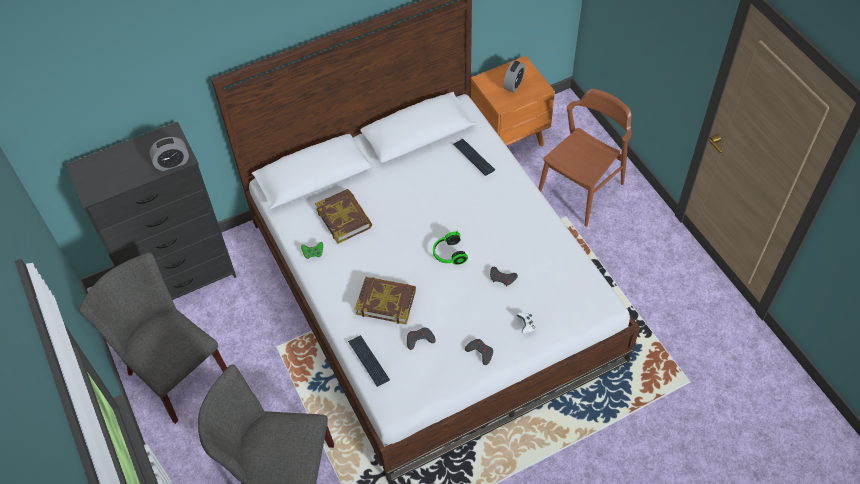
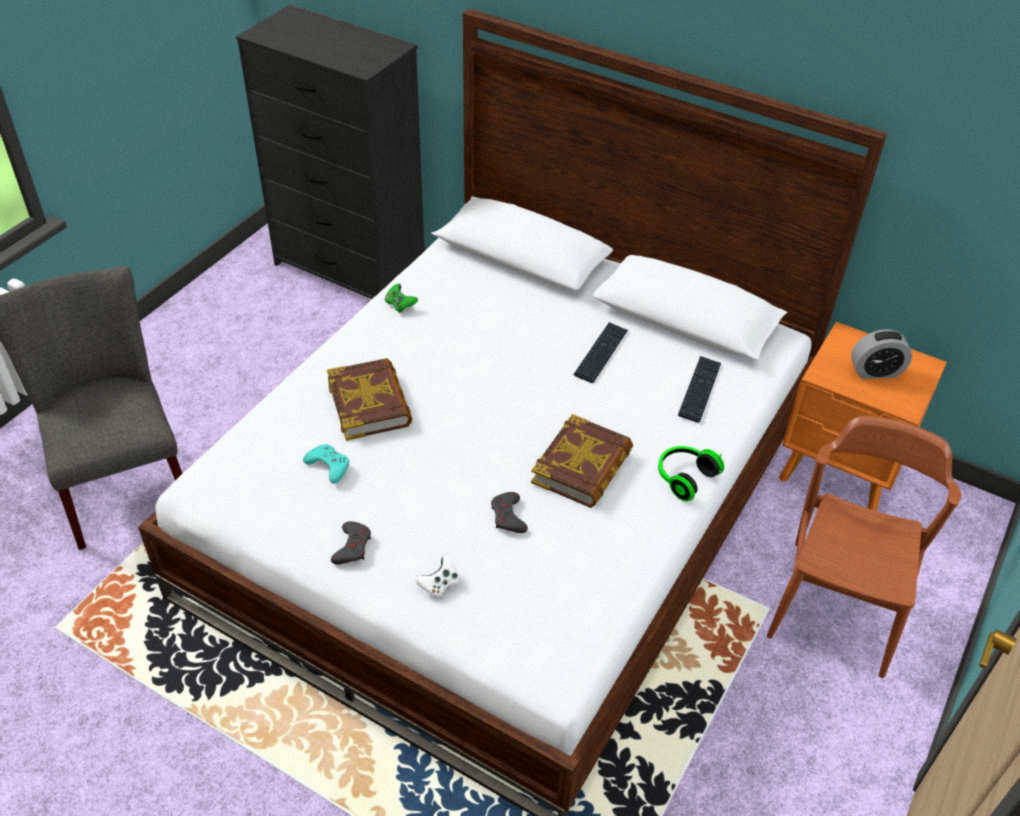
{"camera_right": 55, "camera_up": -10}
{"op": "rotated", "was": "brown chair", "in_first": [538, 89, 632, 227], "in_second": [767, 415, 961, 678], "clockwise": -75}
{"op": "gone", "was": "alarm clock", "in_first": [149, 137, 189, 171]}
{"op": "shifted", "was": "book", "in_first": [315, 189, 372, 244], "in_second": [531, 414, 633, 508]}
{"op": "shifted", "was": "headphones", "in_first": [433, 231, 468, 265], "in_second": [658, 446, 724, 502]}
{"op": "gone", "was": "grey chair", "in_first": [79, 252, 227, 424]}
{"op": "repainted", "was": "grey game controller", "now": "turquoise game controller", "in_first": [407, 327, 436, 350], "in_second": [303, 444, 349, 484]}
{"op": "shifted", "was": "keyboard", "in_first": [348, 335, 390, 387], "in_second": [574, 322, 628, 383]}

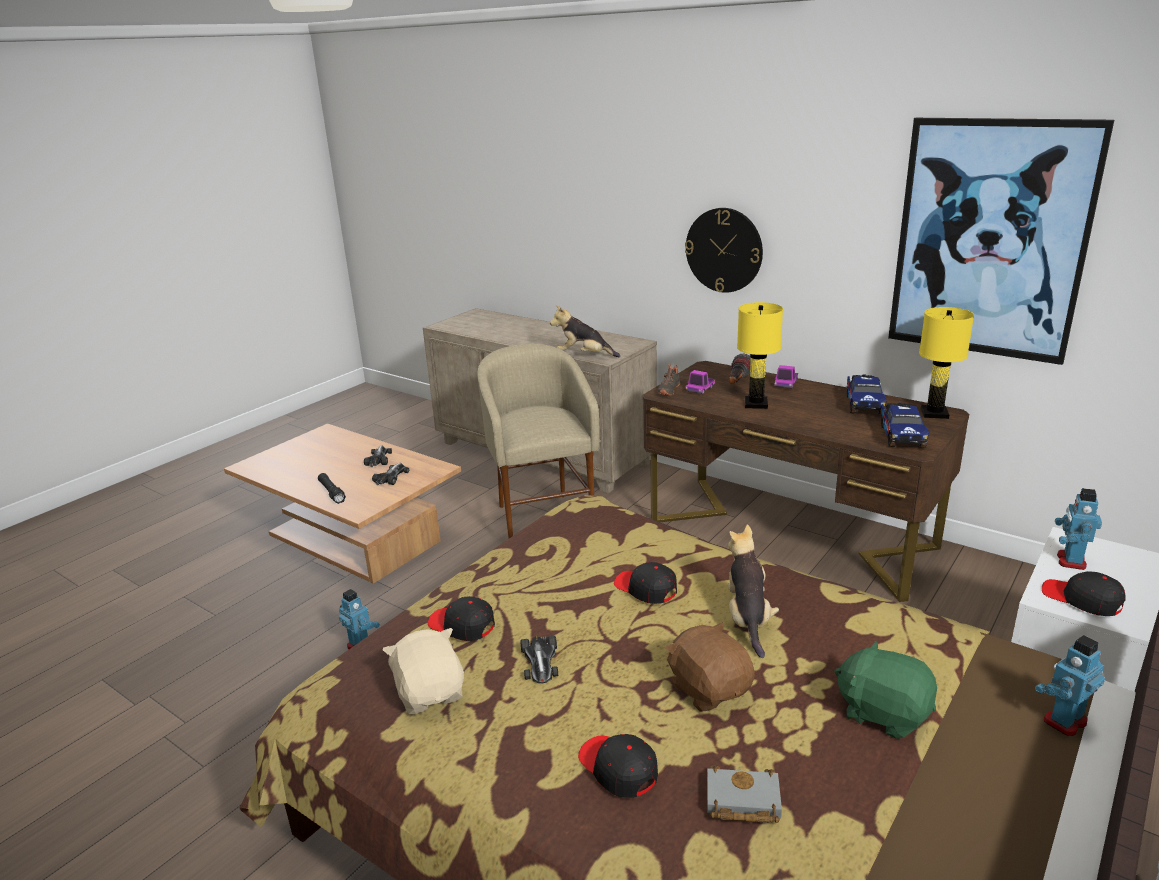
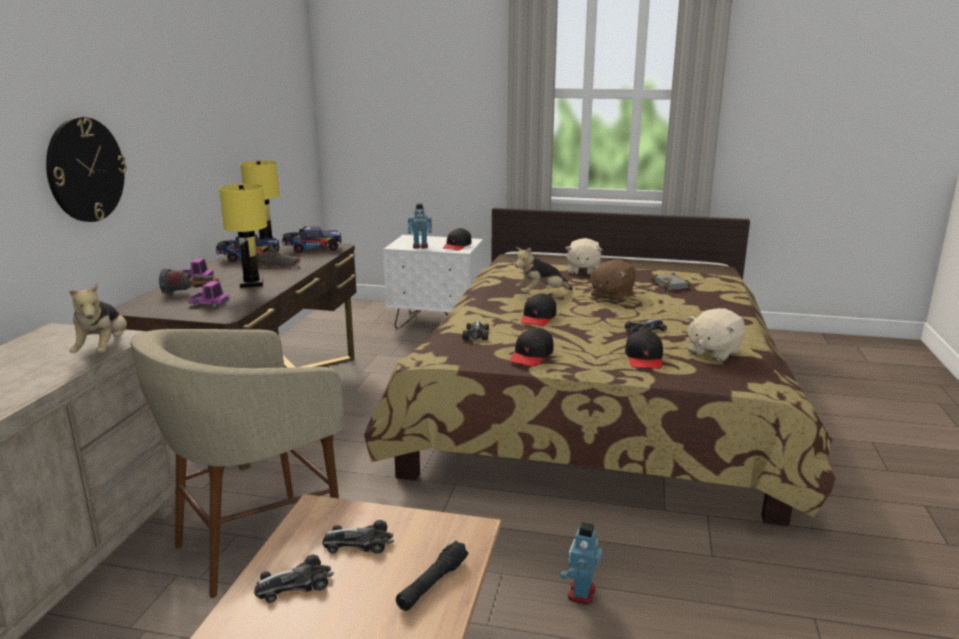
{"camera_right": -115, "camera_up": -5}
{"op": "gone", "was": "picture", "in_first": [888, 118, 1114, 365]}
{"op": "shifted", "was": "black shoe", "in_first": [657, 364, 680, 395], "in_second": [256, 243, 300, 268]}
{"op": "gone", "was": "toy robot", "in_first": [1035, 635, 1105, 736]}
{"op": "repainted", "was": "green plush toy", "now": "beige plush toy", "in_first": [835, 640, 937, 739], "in_second": [565, 238, 602, 275]}
{"op": "shifted", "was": "black cap", "in_first": [578, 734, 658, 798], "in_second": [510, 327, 553, 367]}
{"op": "new", "now": "toy car", "in_second": [463, 320, 489, 341]}

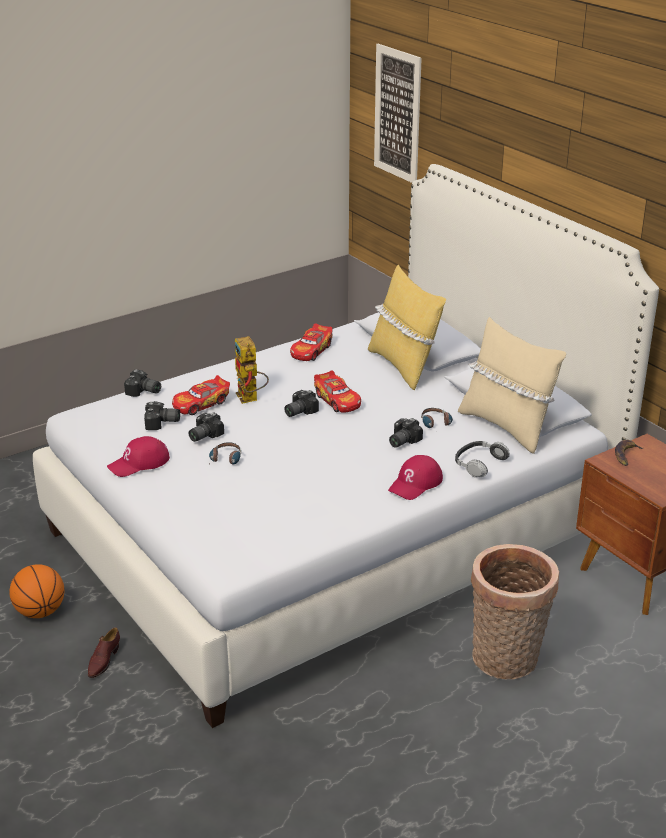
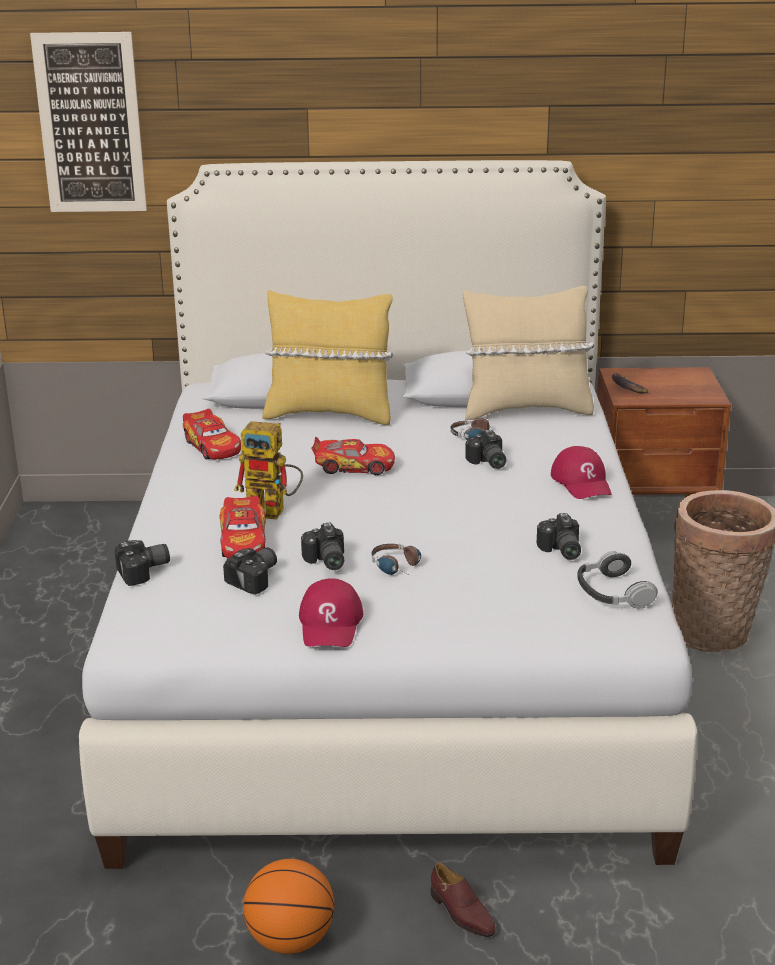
{"camera_right": -55, "camera_up": -5}
{"op": "shifted", "was": "photo camera", "in_first": [284, 390, 319, 417], "in_second": [537, 513, 581, 560]}
{"op": "shifted", "was": "headphones", "in_first": [455, 441, 510, 478], "in_second": [577, 551, 658, 609]}

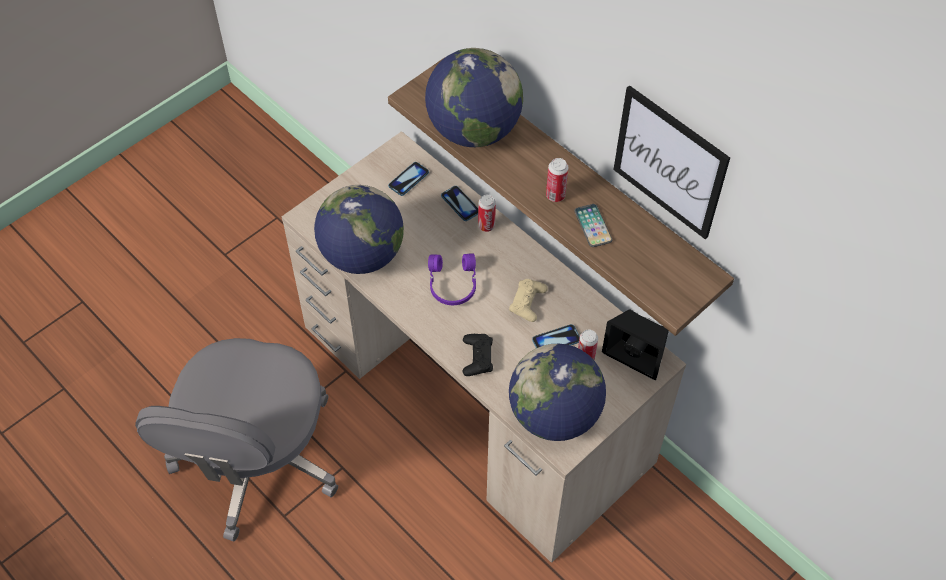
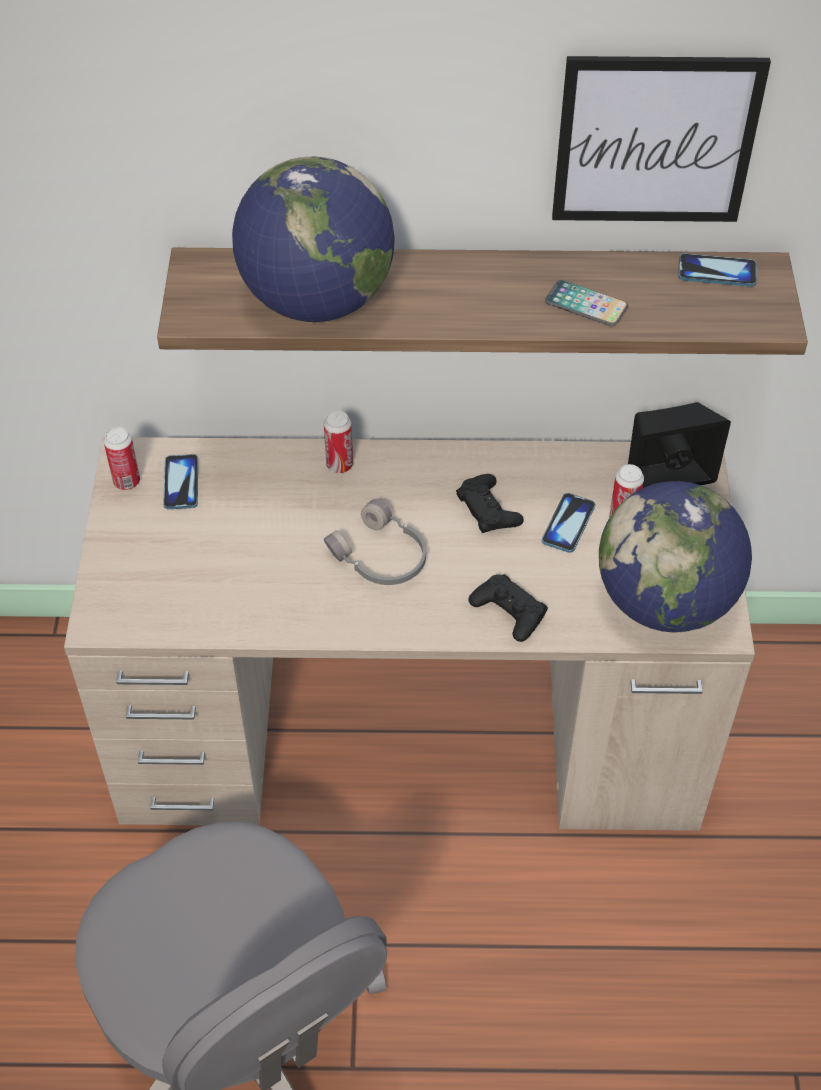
{"camera_right": -45, "camera_up": -5}
{"op": "shifted", "was": "can", "in_first": [546, 158, 568, 202], "in_second": [104, 427, 140, 490]}
{"op": "gone", "was": "globe", "in_first": [314, 185, 404, 274]}
{"op": "shifted", "was": "phone", "in_first": [441, 186, 478, 221], "in_second": [678, 253, 757, 287]}
{"op": "repainted", "was": "purple headphones", "now": "grey headphones", "in_first": [428, 253, 476, 305], "in_second": [324, 499, 426, 585]}
{"op": "repainted", "was": "beige game controller", "now": "black game controller", "in_first": [509, 279, 548, 322], "in_second": [456, 474, 524, 533]}

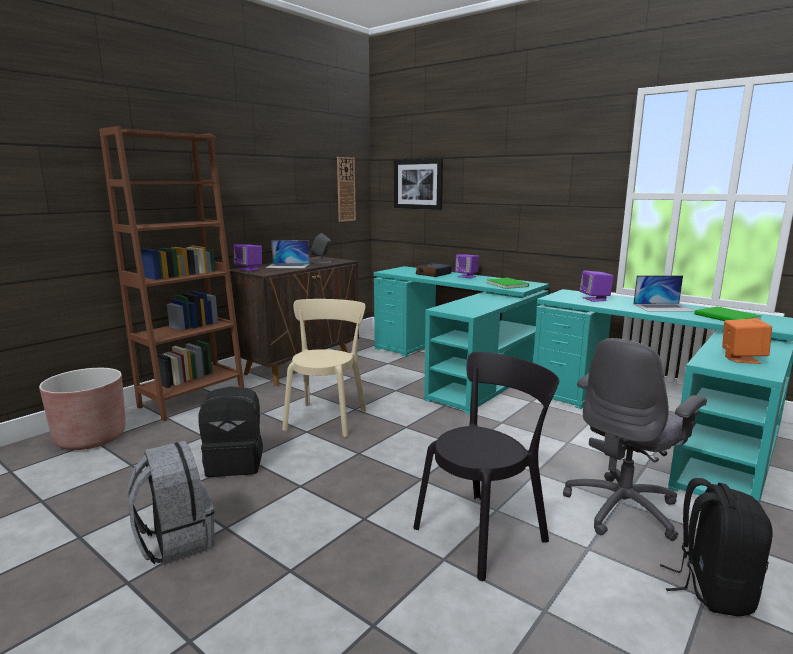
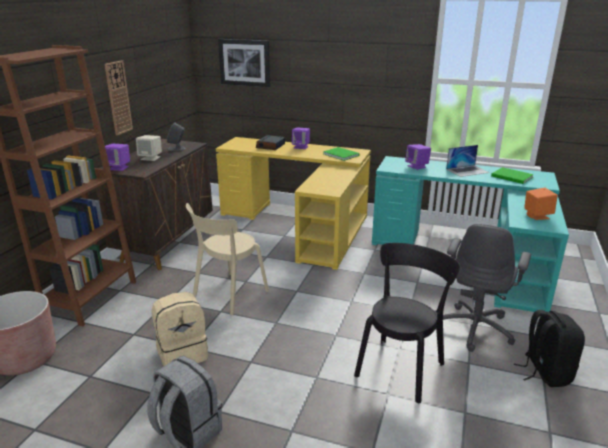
{"camera_right": -20, "camera_up": 10}
{"op": "shifted", "was": "wall clock", "in_first": [337, 157, 356, 222], "in_second": [104, 60, 133, 135]}
{"op": "swapped", "was": "laptop", "now": "beige speaker", "in_first": [266, 240, 310, 268], "in_second": [136, 135, 162, 161]}
{"op": "repainted", "was": "turquoise desk", "now": "yellow desk", "in_first": [374, 266, 549, 414], "in_second": [216, 137, 371, 270]}
{"op": "rotated", "was": "beige chair", "in_first": [282, 299, 366, 437], "in_second": [186, 203, 269, 315], "clockwise": -135}
{"op": "repainted", "was": "black backpack", "now": "beige backpack", "in_first": [198, 386, 263, 477], "in_second": [151, 292, 208, 366]}

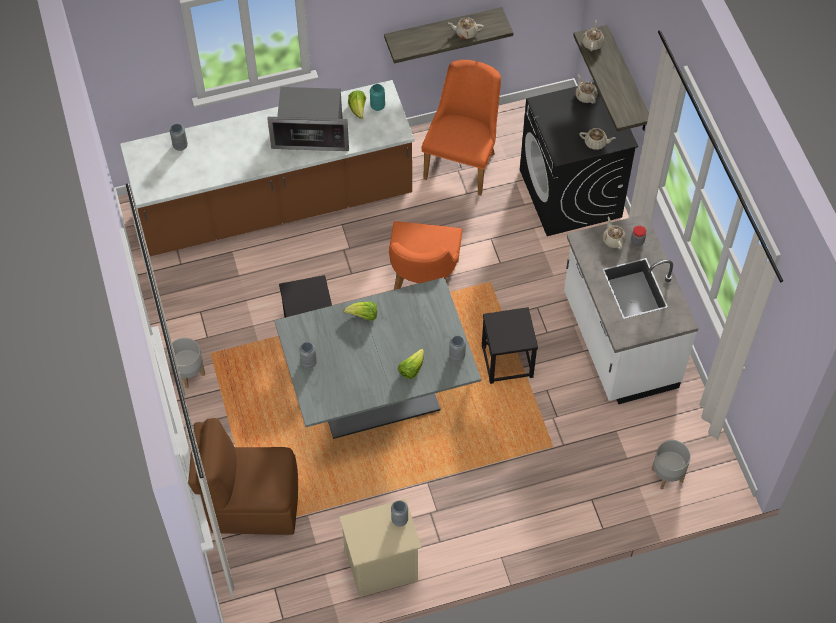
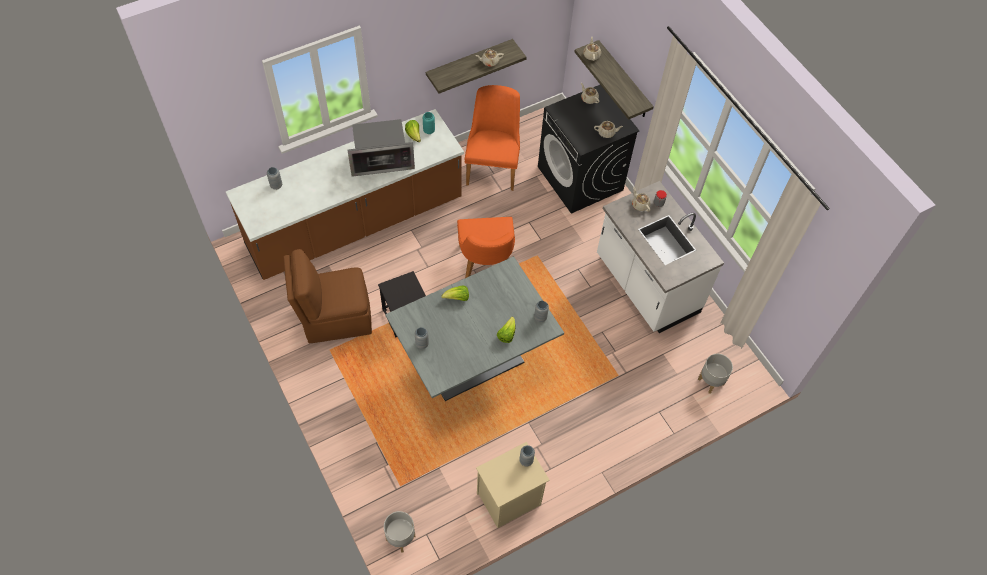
{"camera_right": -15, "camera_up": 0}
{"op": "gone", "was": "black stool", "in_first": [482, 307, 538, 384]}
{"op": "shifted", "was": "grey planter", "in_first": [167, 338, 205, 388], "in_second": [384, 511, 416, 553]}
{"op": "shifted", "was": "brown chair", "in_first": [188, 418, 298, 535], "in_second": [284, 249, 372, 343]}

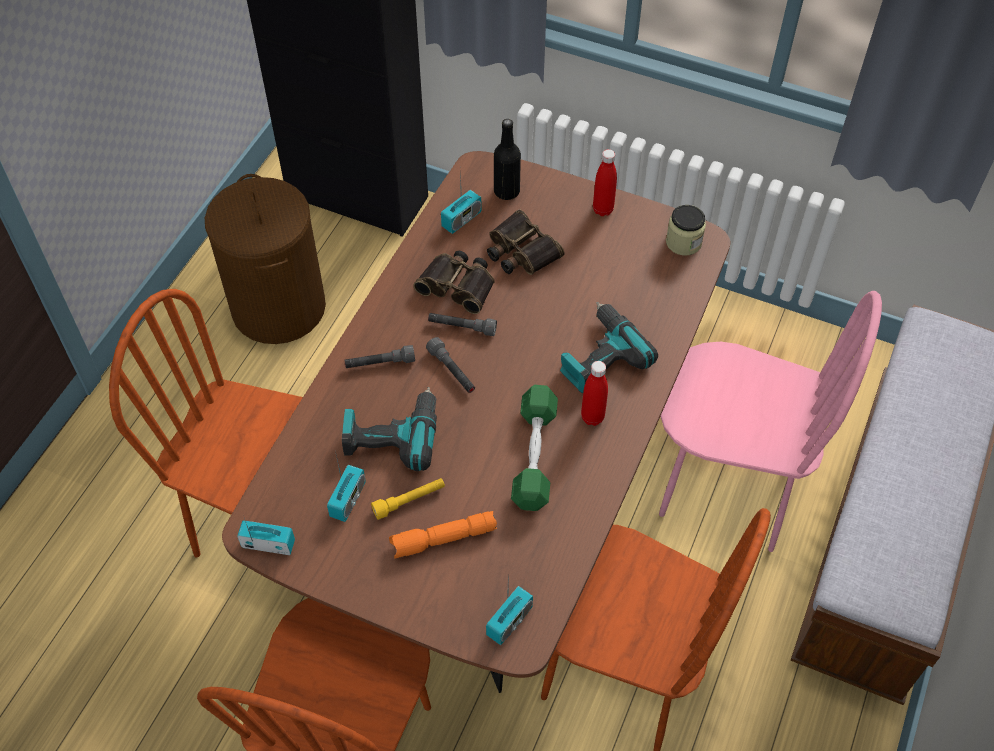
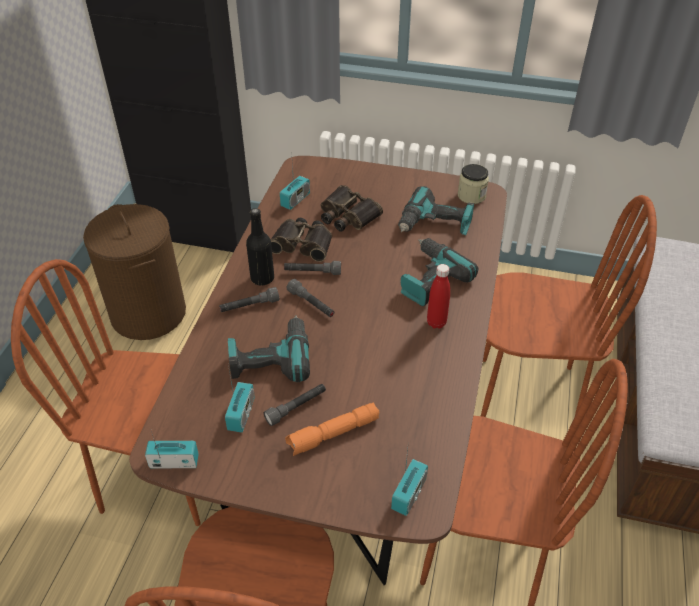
{"camera_right": -10, "camera_up": -10}
{"op": "shifted", "was": "black bottle", "in_first": [494, 119, 521, 200], "in_second": [246, 208, 274, 285]}
{"op": "gone", "was": "red bottle", "in_first": [593, 149, 617, 216]}
{"op": "repainted", "was": "pink chair", "now": "brown chair", "in_first": [659, 291, 882, 552], "in_second": [481, 195, 657, 418]}
{"op": "gone", "was": "green dumbbell", "in_first": [511, 385, 558, 511]}
{"op": "repainted", "was": "yellow flashlight", "now": "grey flashlight", "in_first": [371, 478, 445, 520], "in_second": [263, 384, 326, 426]}
{"op": "new", "now": "power drill", "in_second": [398, 186, 474, 235]}

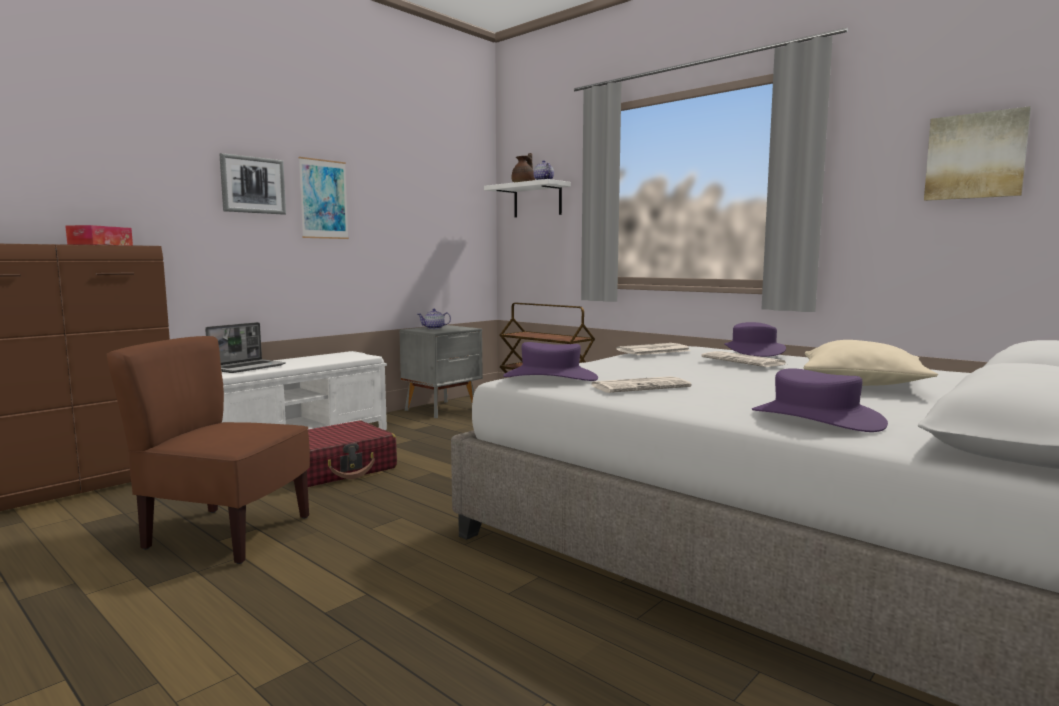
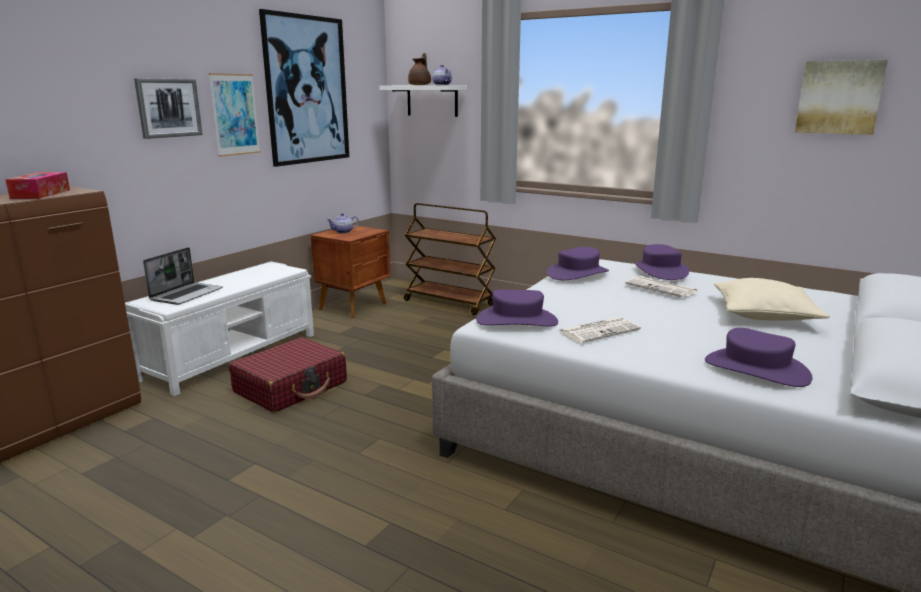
{"camera_right": -10, "camera_up": 10}
{"op": "repainted", "was": "grey nightstand", "now": "brown nightstand", "in_first": [400, 325, 483, 418], "in_second": [311, 225, 391, 318]}
{"op": "gone", "was": "brown chair", "in_first": [106, 336, 310, 564]}
{"op": "swapped", "was": "newspaper", "now": "purple hat", "in_first": [616, 343, 691, 355], "in_second": [547, 247, 609, 280]}
{"op": "new", "now": "picture", "in_second": [259, 9, 349, 167]}

